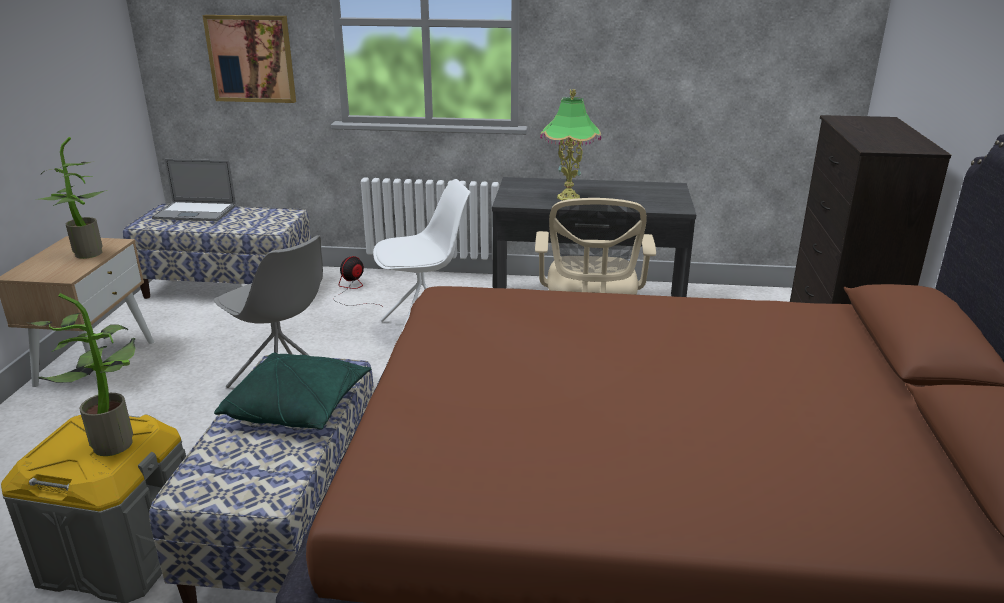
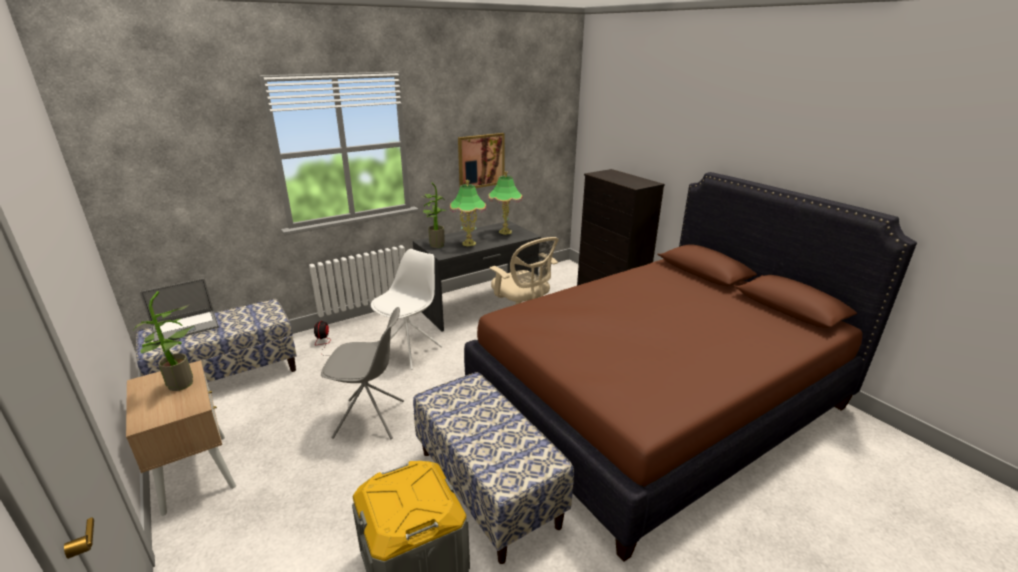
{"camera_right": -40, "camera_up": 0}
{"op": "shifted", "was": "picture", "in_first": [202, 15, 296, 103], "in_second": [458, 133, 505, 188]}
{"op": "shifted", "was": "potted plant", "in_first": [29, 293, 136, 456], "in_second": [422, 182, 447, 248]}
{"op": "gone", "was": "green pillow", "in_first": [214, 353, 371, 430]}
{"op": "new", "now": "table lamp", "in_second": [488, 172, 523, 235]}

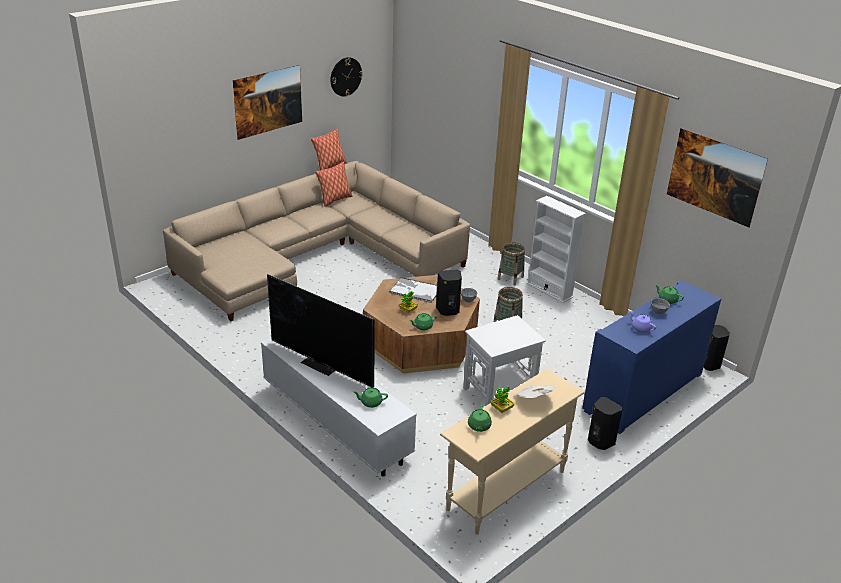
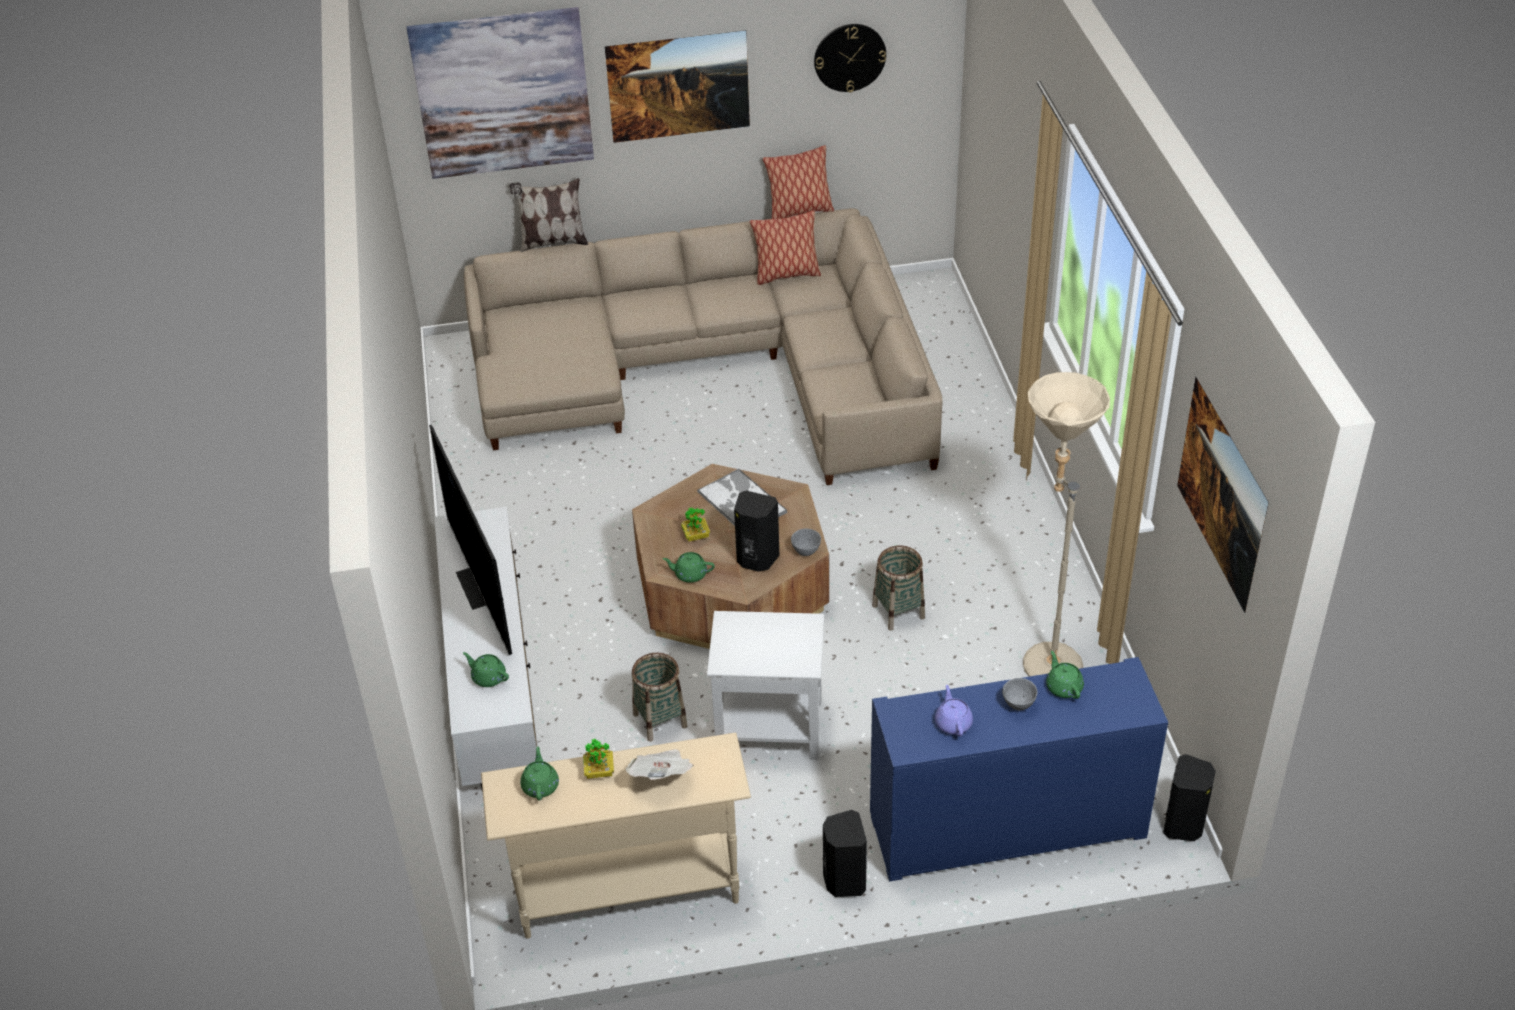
{"camera_right": 35, "camera_up": 10}
{"op": "gone", "was": "white bookcase", "in_first": [526, 196, 586, 303]}
{"op": "shifted", "was": "basket", "in_first": [497, 242, 525, 285], "in_second": [632, 652, 688, 742]}
{"op": "rotated", "was": "green teapot", "in_first": [468, 406, 492, 432], "in_second": [520, 747, 559, 801], "clockwise": 135}
{"op": "new", "now": "picture", "in_second": [407, 7, 594, 179]}
{"op": "new", "now": "pillow", "in_second": [509, 178, 588, 252]}
{"op": "new", "now": "beige floor lamp", "in_second": [1023, 372, 1110, 676]}

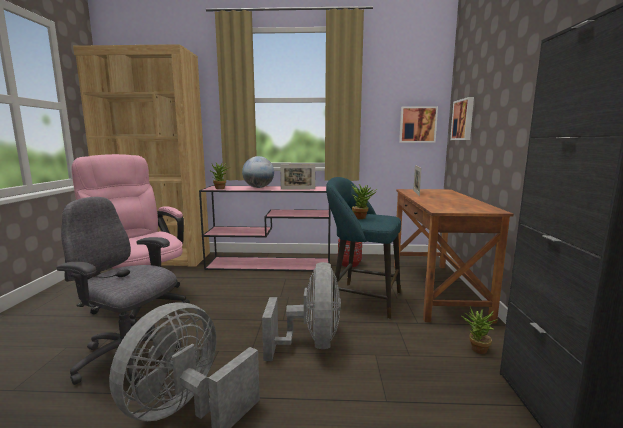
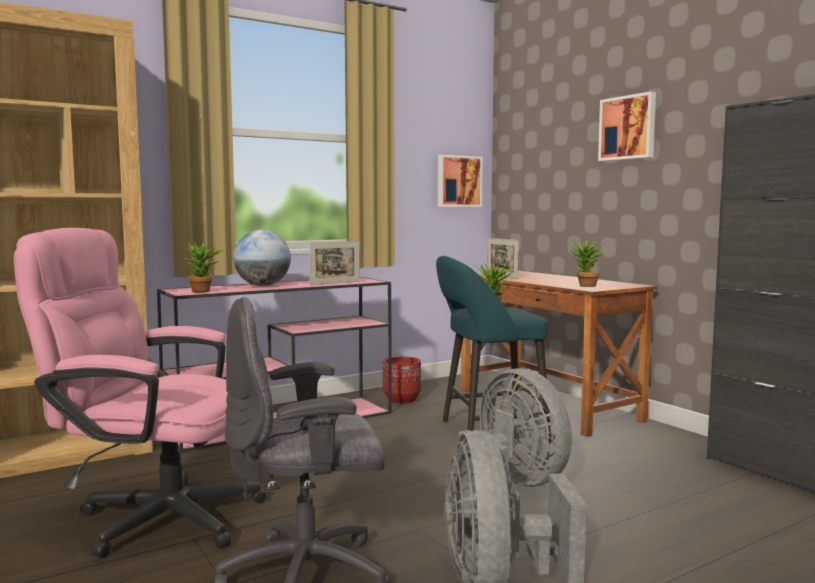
{"camera_right": -35, "camera_up": -5}
{"op": "shifted", "was": "picture", "in_first": [450, 97, 474, 140], "in_second": [598, 91, 656, 161]}
{"op": "shifted", "was": "potted plant", "in_first": [461, 306, 499, 354], "in_second": [570, 240, 605, 287]}

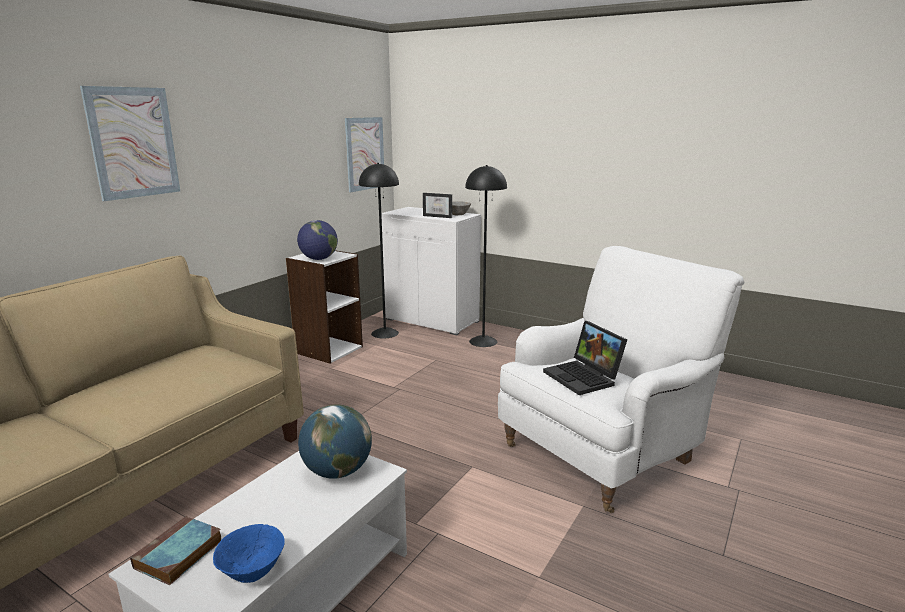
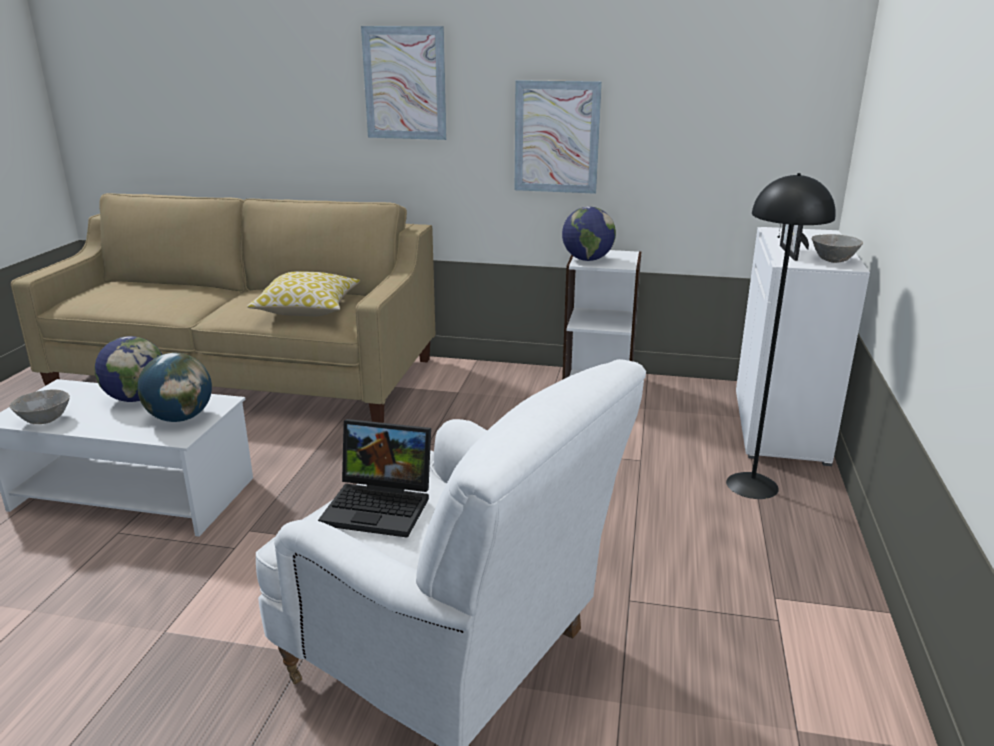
{"camera_right": 70, "camera_up": 5}
{"op": "shifted", "was": "picture", "in_first": [345, 117, 384, 192], "in_second": [515, 80, 602, 194]}
{"op": "gone", "was": "black floor lamp", "in_first": [359, 163, 399, 338]}
{"op": "rotated", "was": "laptop", "in_first": [543, 321, 627, 395], "in_second": [318, 419, 431, 538], "clockwise": -120}
{"op": "gone", "was": "book", "in_first": [130, 516, 221, 585]}
{"op": "repainted", "was": "blue bowl", "now": "grey bowl", "in_first": [213, 524, 285, 583], "in_second": [9, 389, 70, 424]}
{"op": "new", "now": "pillow", "in_second": [247, 271, 360, 316]}
{"op": "new", "now": "globe", "in_second": [94, 336, 163, 402]}

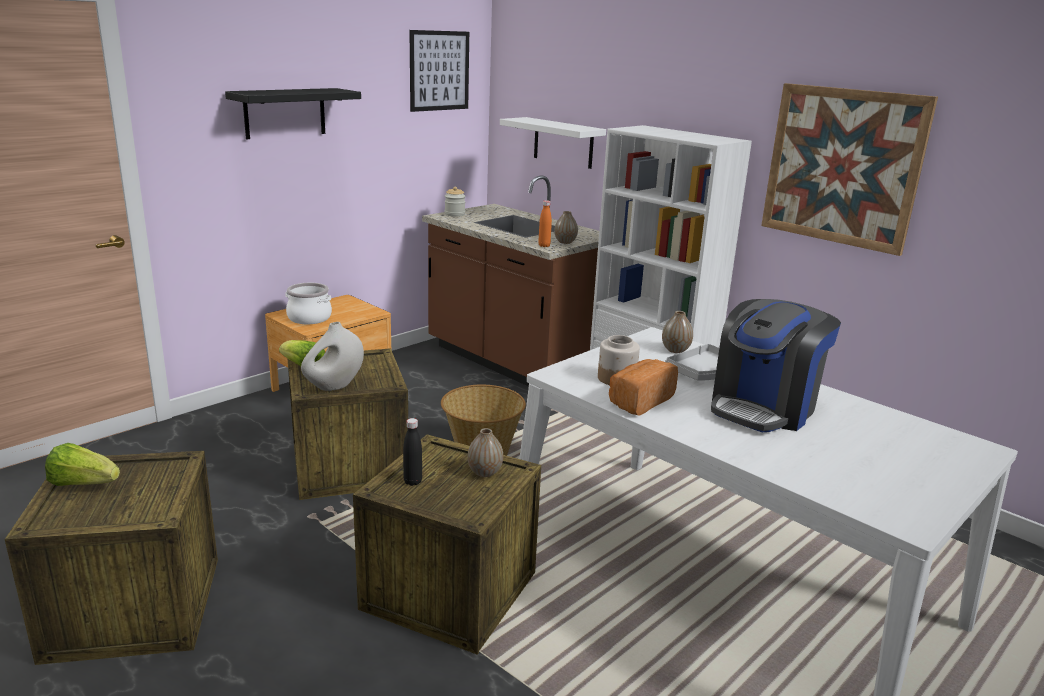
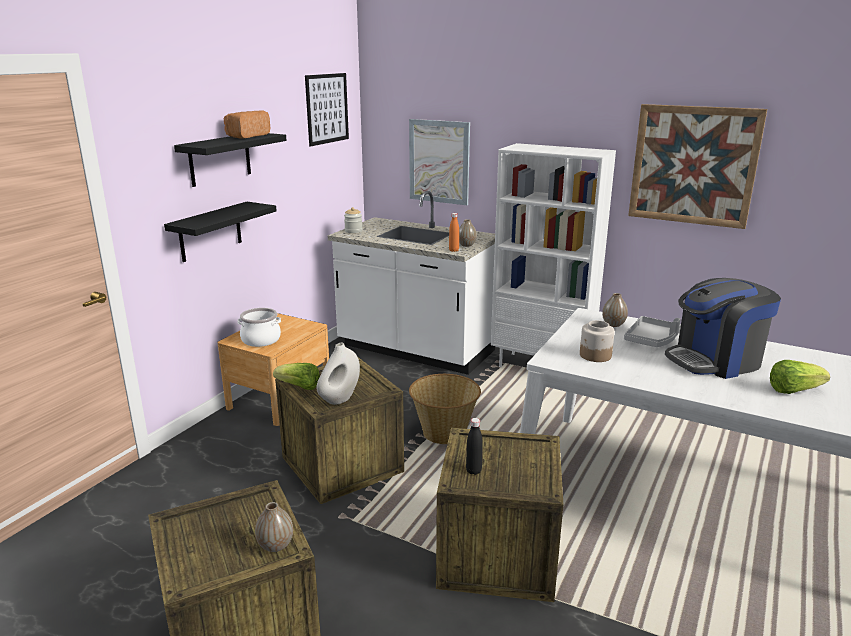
{"camera_right": -15, "camera_up": 0}
{"op": "swapped", "was": "white shelf", "now": "picture", "in_first": [500, 117, 606, 169], "in_second": [409, 119, 470, 205]}
{"op": "repainted", "was": "brown counter", "now": "white counter", "in_first": [422, 175, 599, 386], "in_second": [328, 191, 495, 375]}
{"op": "rotated", "was": "coffee machine", "in_first": [711, 299, 841, 432], "in_second": [665, 278, 781, 379], "clockwise": 45}
{"op": "shifted", "was": "bread", "in_first": [609, 359, 678, 416], "in_second": [224, 110, 270, 139]}
{"op": "shifted", "was": "vase", "in_first": [468, 428, 503, 477], "in_second": [255, 502, 293, 552]}
{"op": "shifted", "was": "lettuce", "in_first": [45, 443, 120, 486], "in_second": [770, 360, 830, 394]}
{"op": "new", "now": "black shelf", "in_second": [164, 202, 277, 262]}

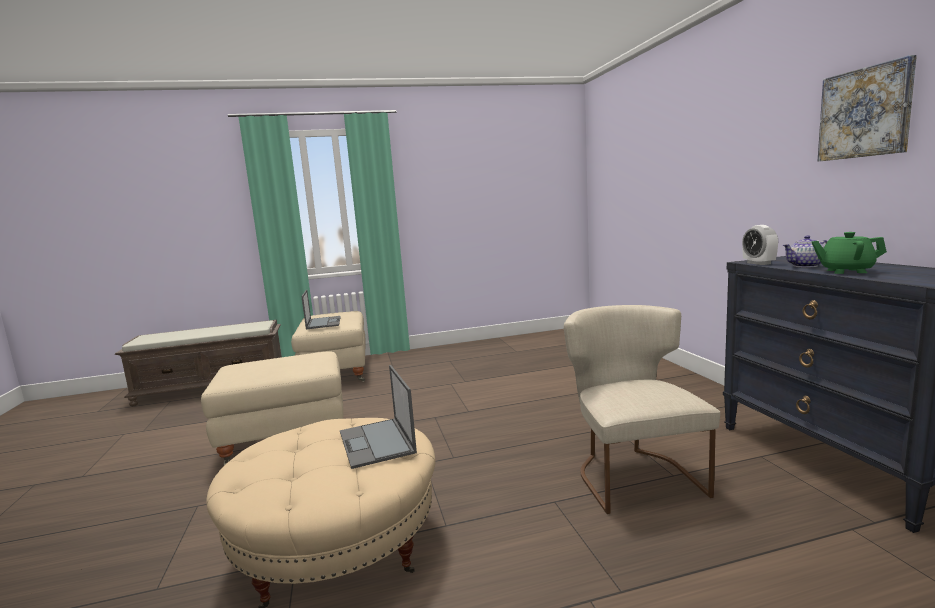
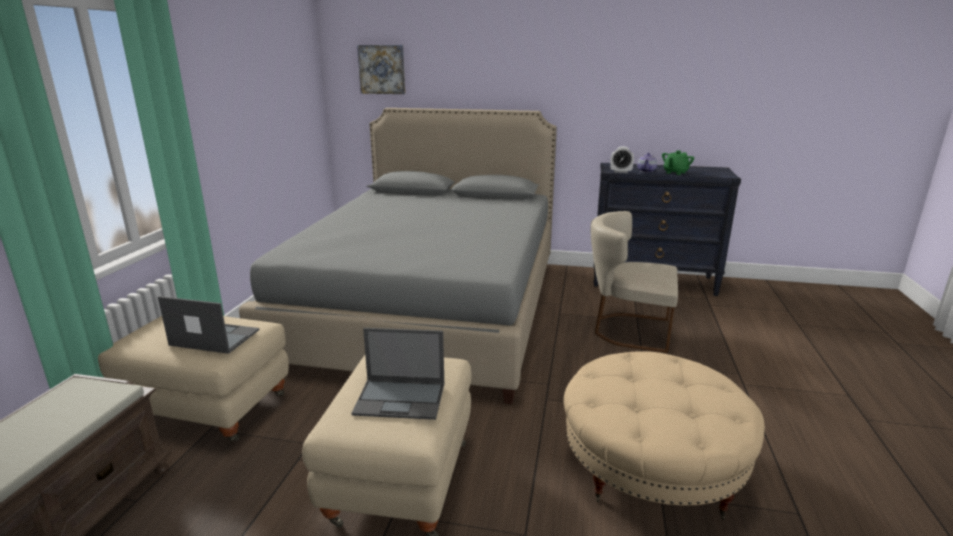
{"camera_right": -65, "camera_up": 10}
{"op": "shifted", "was": "picture", "in_first": [818, 55, 917, 161], "in_second": [357, 45, 405, 94]}
{"op": "shifted", "was": "laptop", "in_first": [340, 365, 417, 469], "in_second": [352, 328, 445, 420]}
{"op": "new", "now": "grey bed", "in_second": [239, 108, 557, 404]}

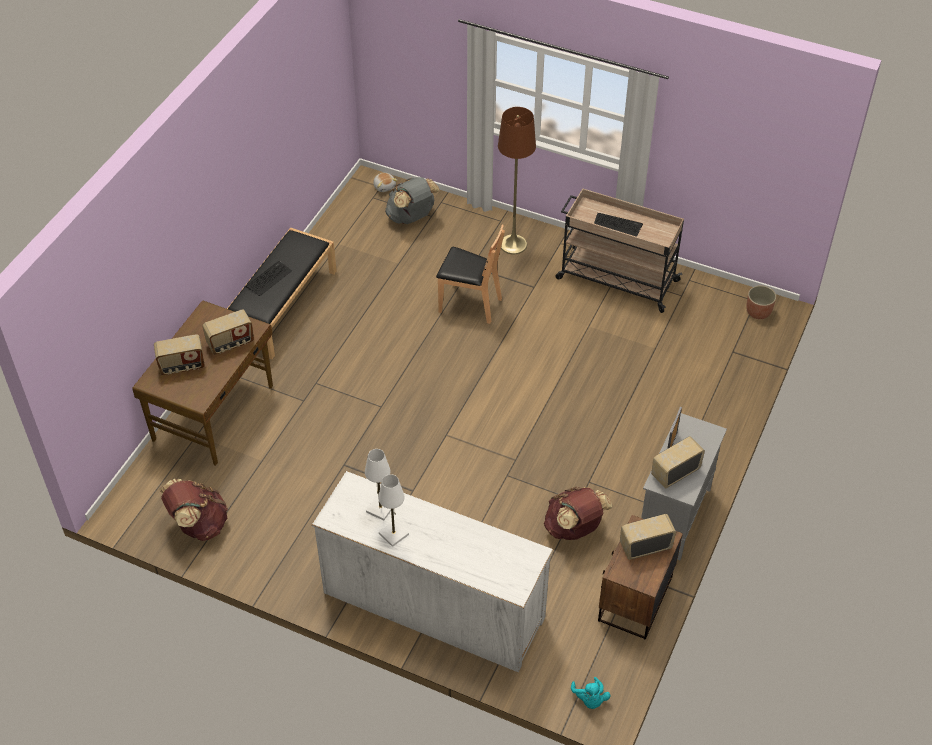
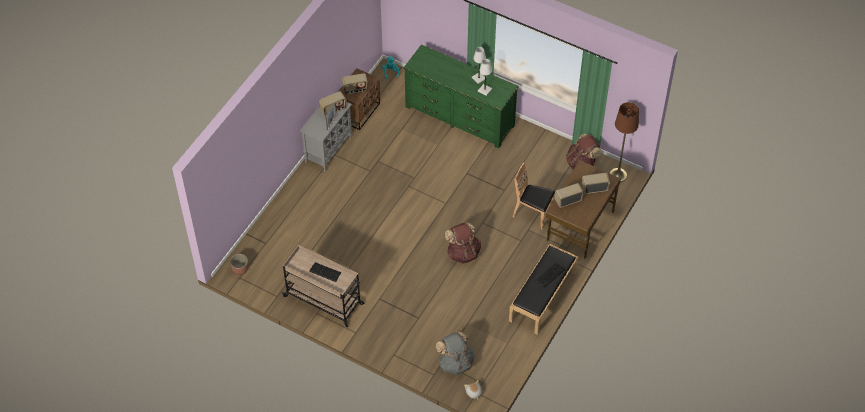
{"camera_right": -175, "camera_up": 5}
{"op": "shifted", "was": "brown floor lamp", "in_first": [498, 107, 536, 254], "in_second": [610, 102, 639, 182]}
{"op": "shifted", "was": "brown chair", "in_first": [436, 225, 505, 324], "in_second": [512, 162, 555, 230]}
{"op": "repainted", "was": "white dresser", "now": "green dresser", "in_first": [312, 471, 553, 672], "in_second": [403, 45, 519, 149]}
{"op": "shifted", "was": "brown backpack", "in_first": [544, 486, 613, 540], "in_second": [445, 222, 481, 264]}

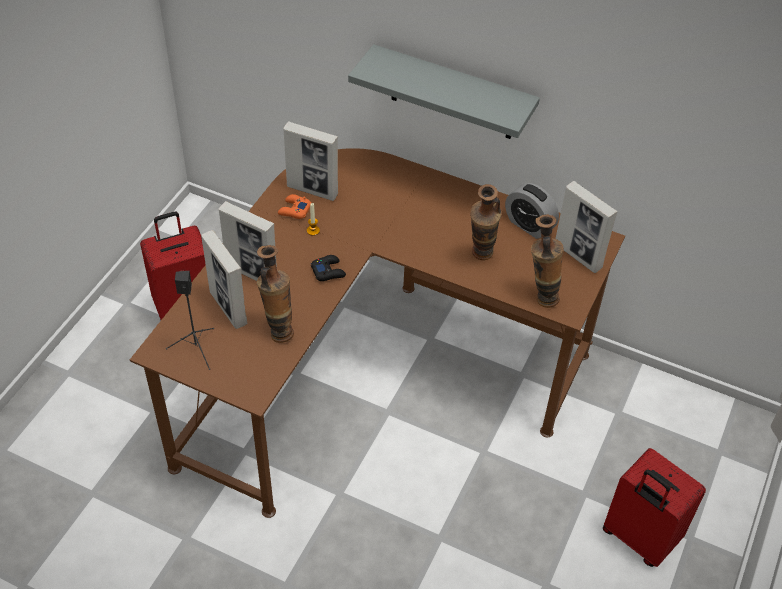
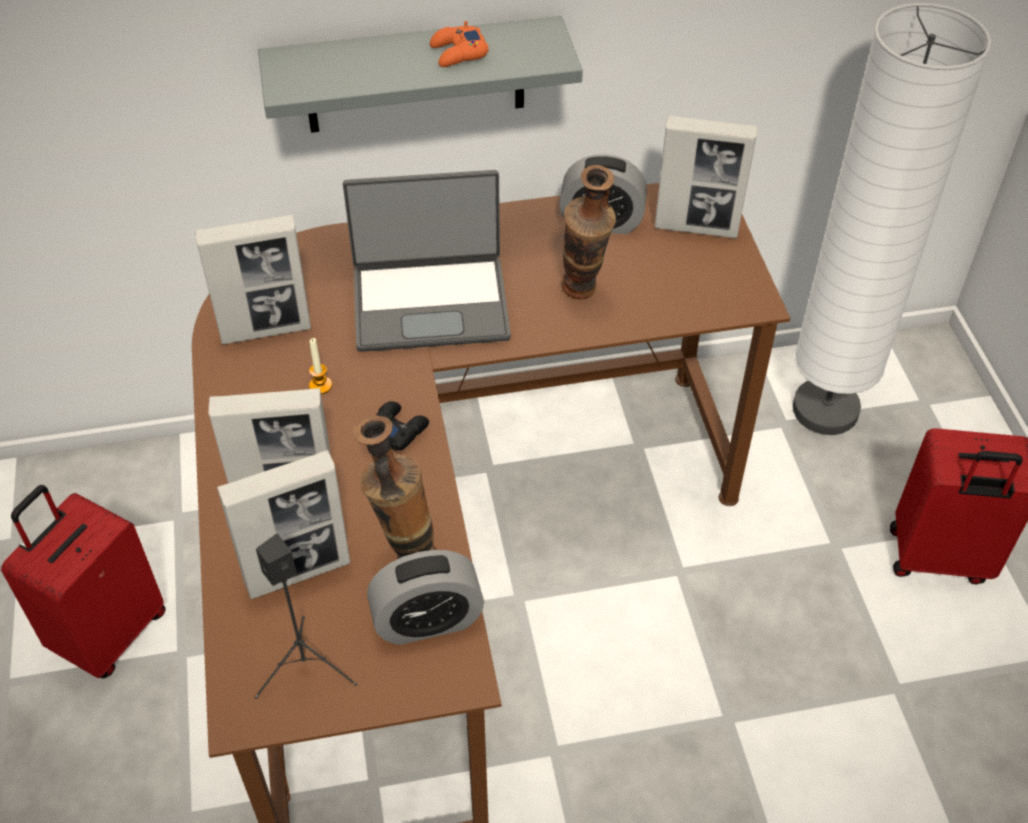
{"camera_right": -35, "camera_up": 0}
{"op": "shifted", "was": "orange game controller", "in_first": [278, 194, 311, 219], "in_second": [430, 21, 489, 67]}
{"op": "gone", "was": "vase", "in_first": [531, 214, 564, 308]}
{"op": "rotated", "was": "picture frame", "in_first": [201, 230, 247, 329], "in_second": [217, 450, 350, 599], "clockwise": -45}
{"op": "new", "now": "white floor lamp", "in_second": [793, 3, 992, 435]}
{"op": "new", "now": "laptop", "in_second": [343, 170, 511, 352]}
{"op": "new", "now": "alarm clock", "in_second": [367, 550, 484, 645]}

